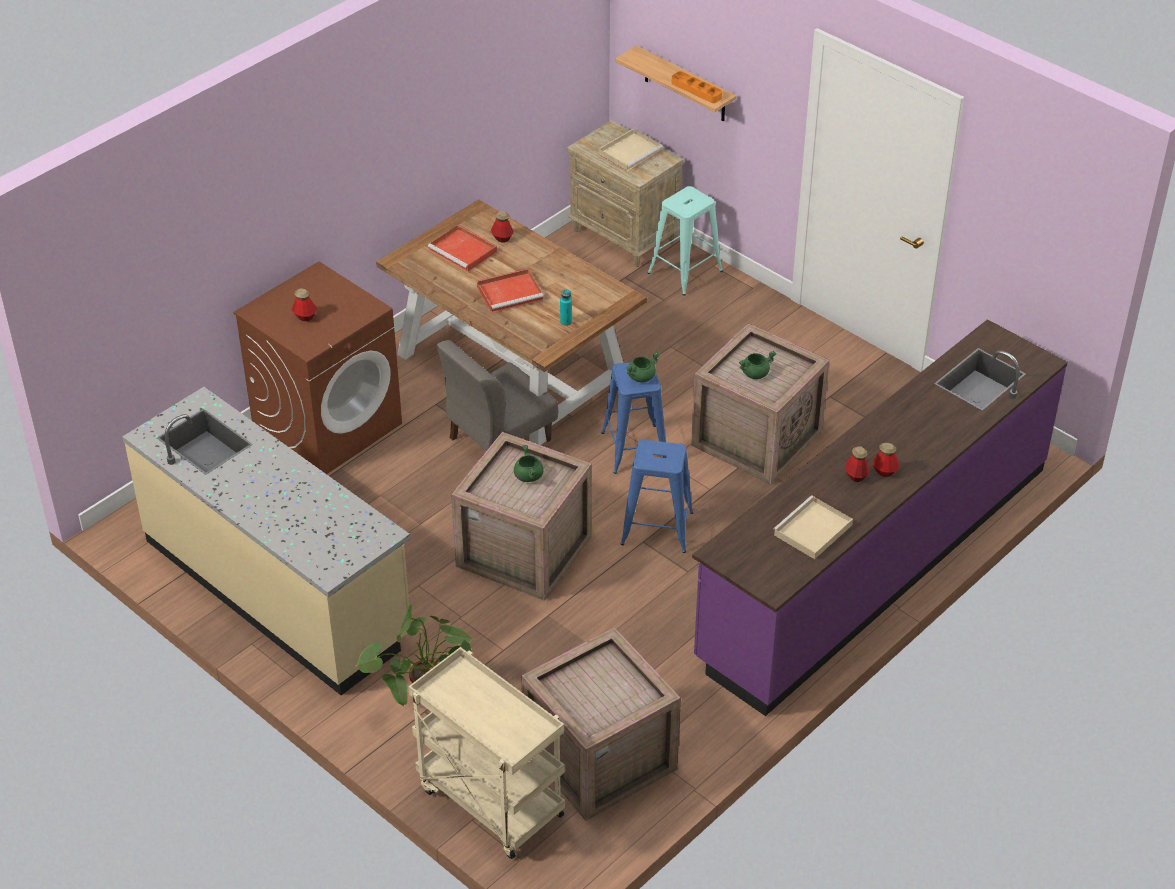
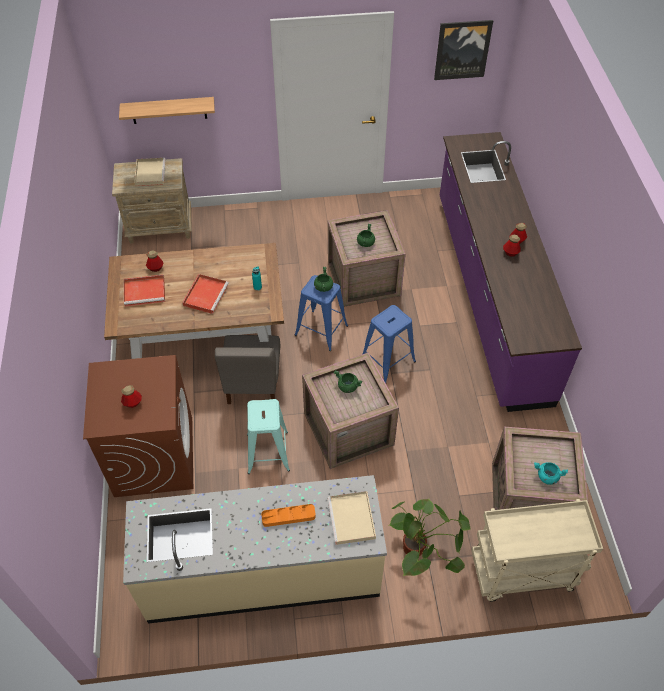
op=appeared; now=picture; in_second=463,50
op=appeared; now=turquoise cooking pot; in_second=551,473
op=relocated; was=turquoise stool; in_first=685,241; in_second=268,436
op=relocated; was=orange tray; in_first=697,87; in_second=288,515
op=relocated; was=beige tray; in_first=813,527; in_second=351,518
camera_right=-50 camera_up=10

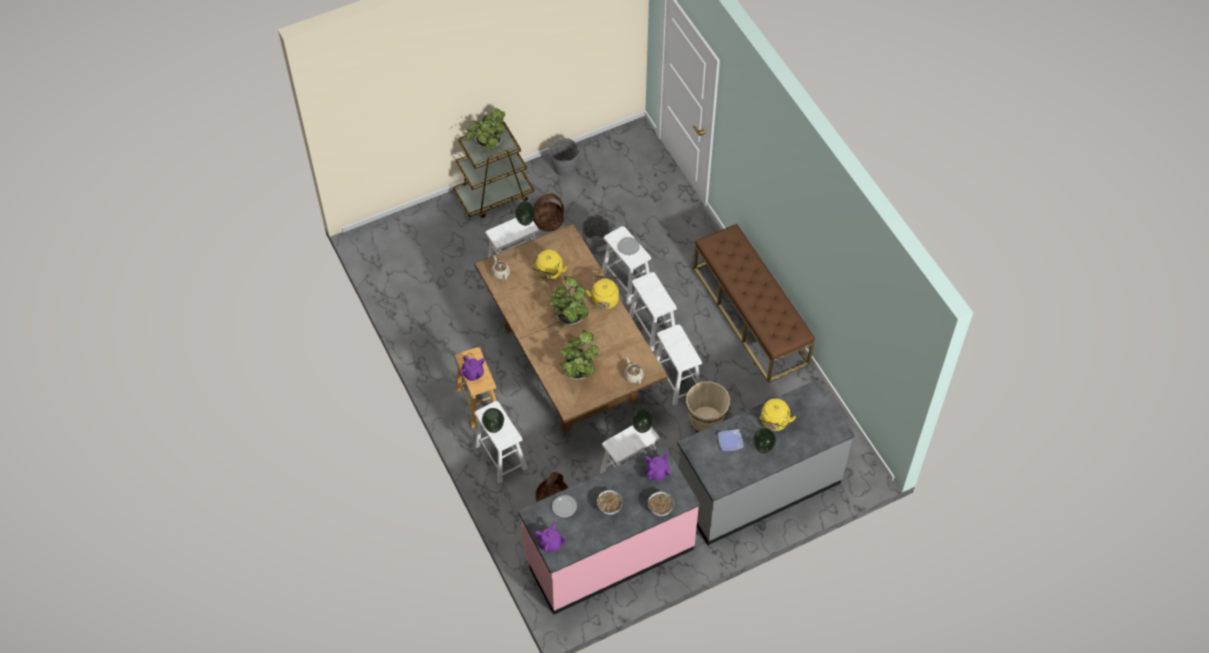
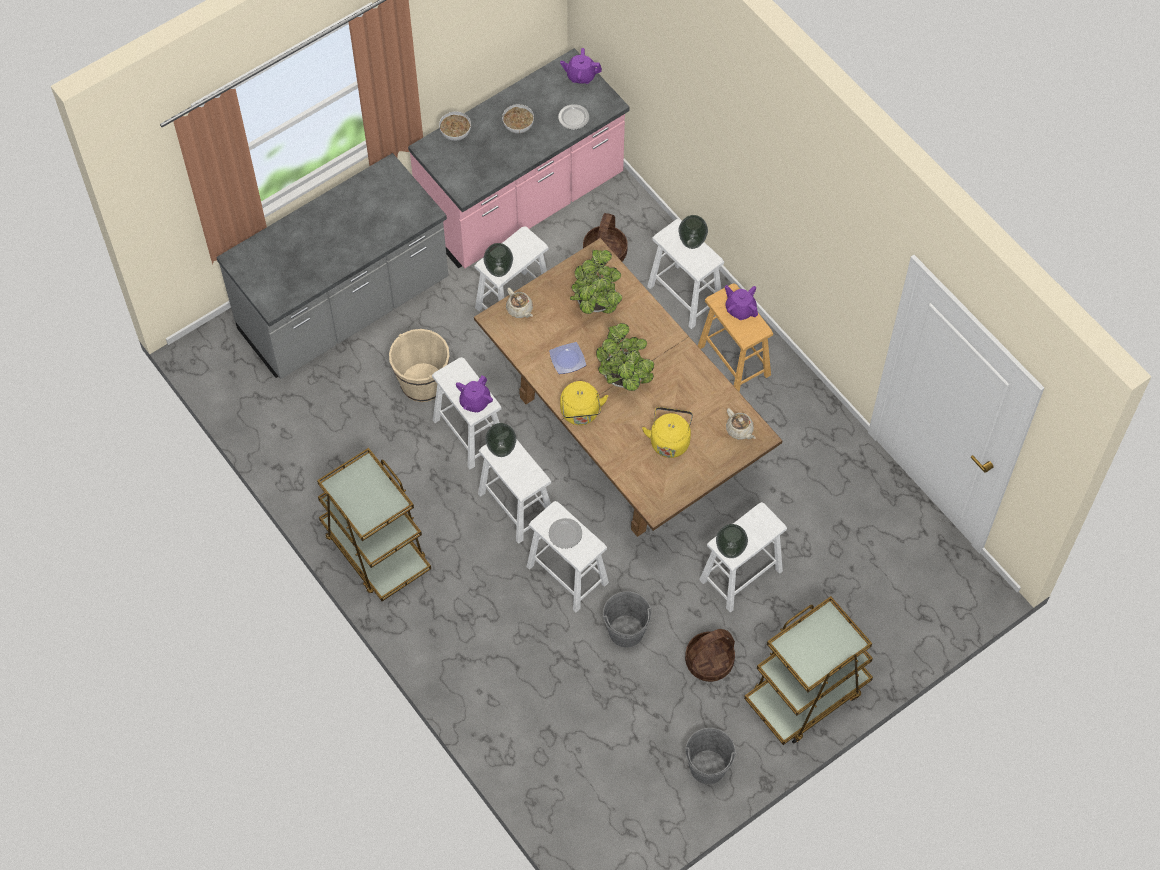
op=missing; was=potted plant; in_first=485,128
op=missing; was=yellow kettle; in_first=777,415
op=relocated; was=purple teapot; in_first=658,466; in_second=474,393
op=relocated; was=plate; in_first=731,440; in_second=567,358
op=relocated; was=vase; in_first=764,441; in_second=501,440
op=exchanged; was=brown bench; now=brown cart; in_first=754,303; in_second=374,524
camera_right=170 camera_up=5

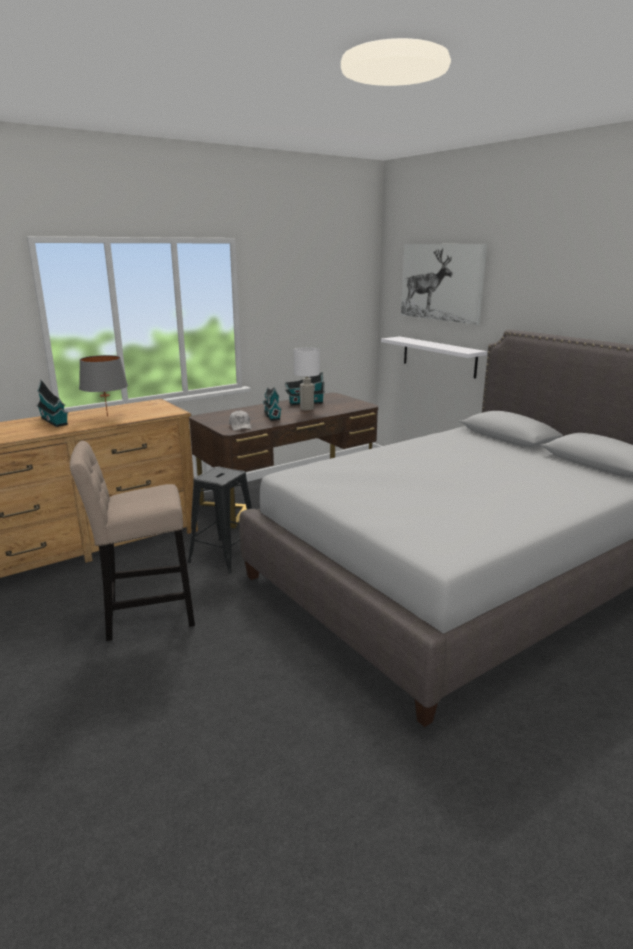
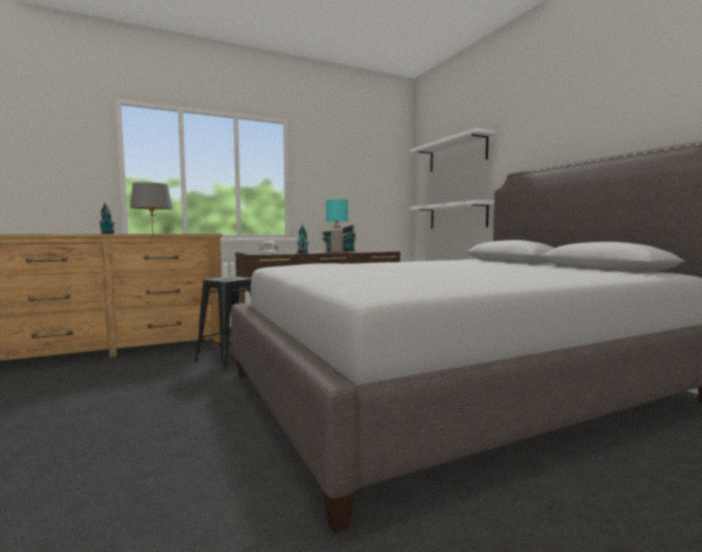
op=missing; was=beige stool; in_first=132,541
op=exchanged; was=picture; now=white shelf; in_first=444,284; in_second=453,150
op=colour; was=white table lamp; now=turquoise table lamp; in_first=307,378; in_second=337,225
camera_right=10 camera_up=-15

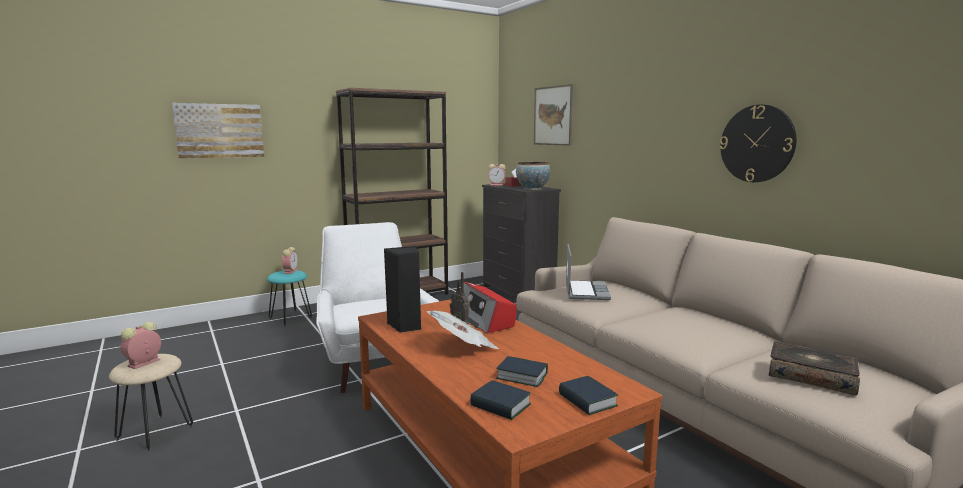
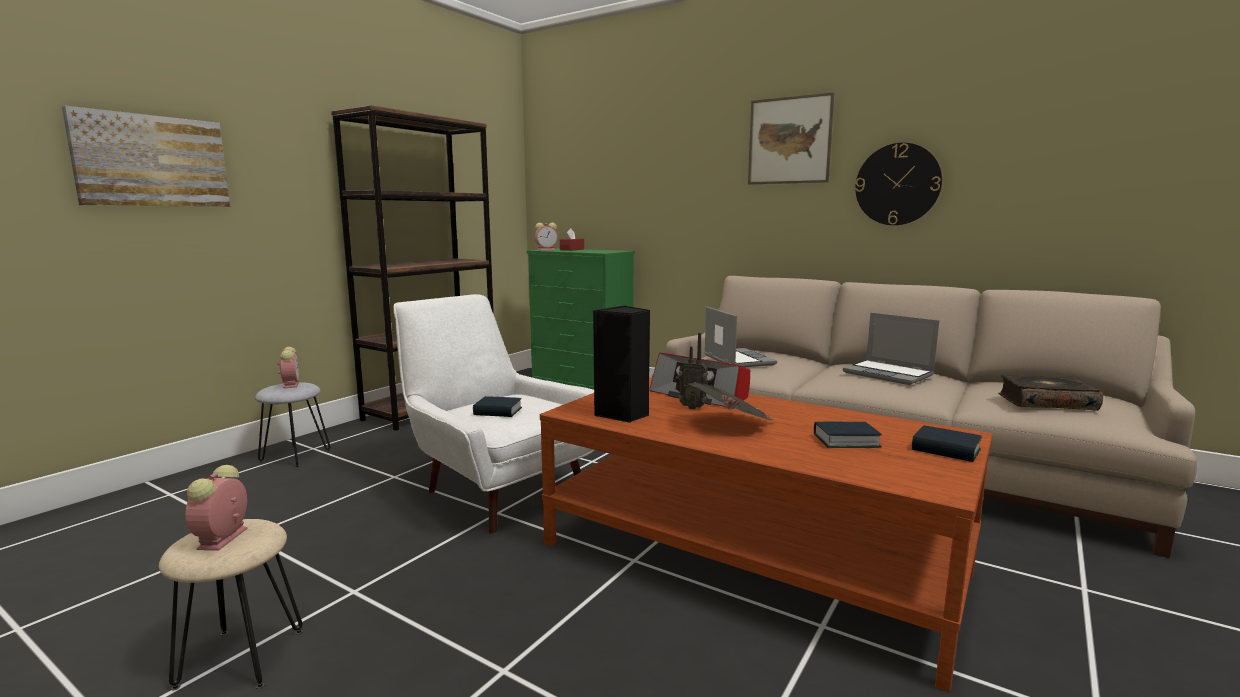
op=missing; was=bowl; in_first=533,176
op=appeared; now=laptop; in_second=891,349
op=relocated; was=book; in_first=500,400; in_second=497,406
op=relocated; was=picture; in_first=553,115; in_second=791,138
op=colour; was=turquoise stool; now=grey stool; in_first=289,298; in_second=293,425
op=colour; was=black dresser; now=green dresser; in_first=521,240; in_second=581,318
camera_right=-25 camera_up=0

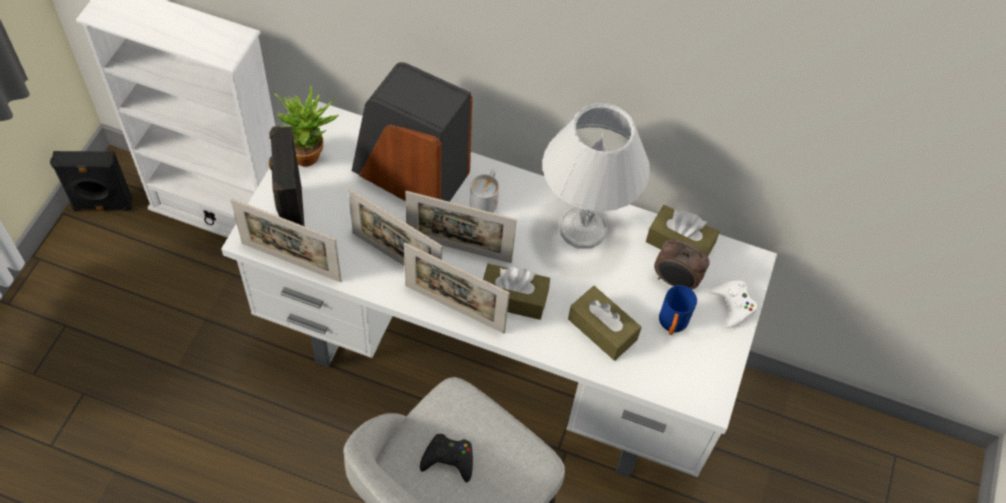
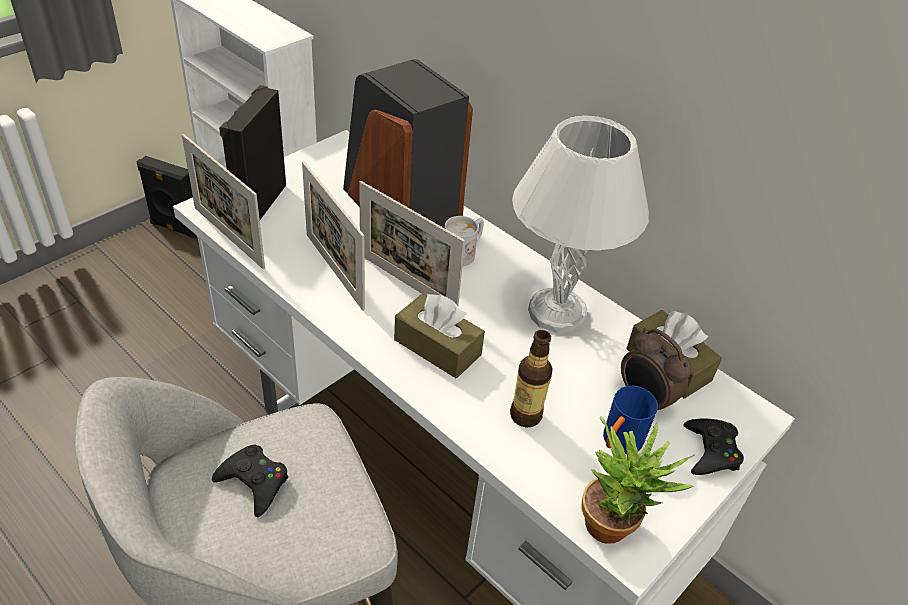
op=missing; was=picture frame; in_first=457,288
op=relocated; was=potted plant; in_first=306,126; in_second=638,480
op=exchanged; was=brown tissue box; now=bottle; in_first=605,323; in_second=531,379
op=colour; was=white game controller; now=black game controller; in_first=733,304; in_second=713,446
camera_right=25 camera_up=-15

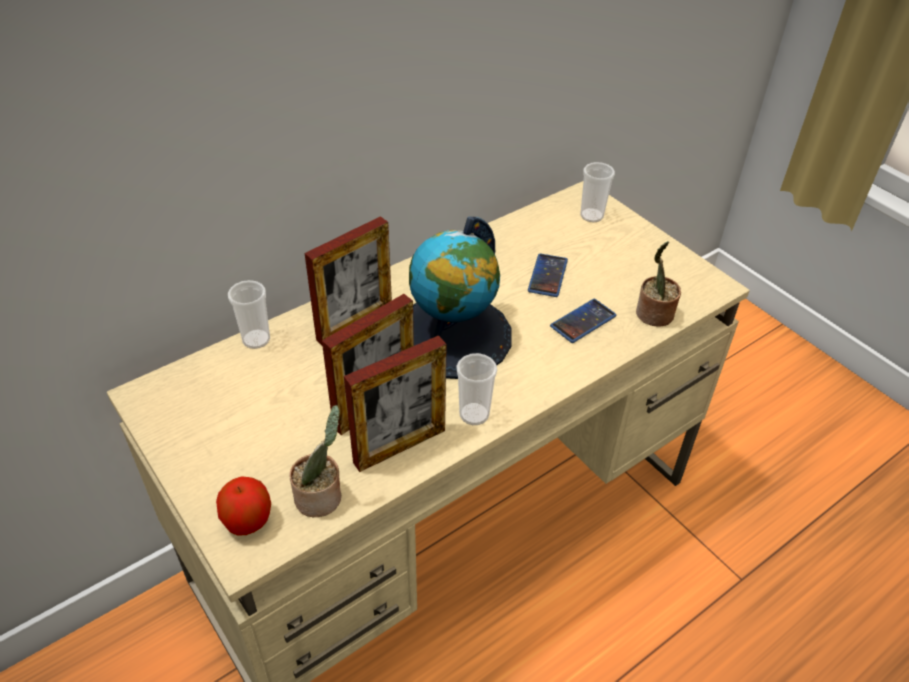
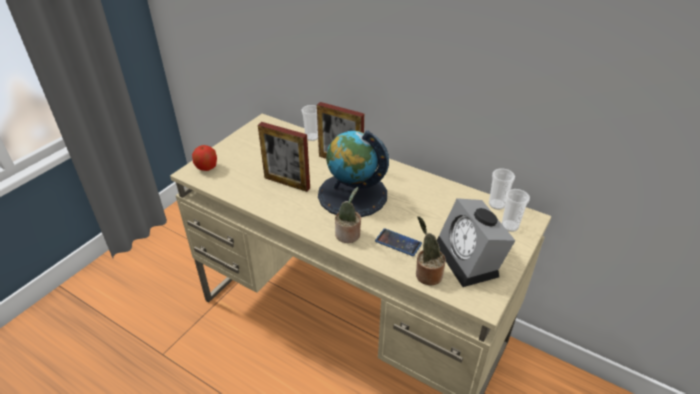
op=missing; was=picture frame; in_first=395,403
op=missing; was=phone; in_first=548,275
op=appeared; now=alarm clock; in_second=476,242
op=relocated; was=potted plant; in_first=315,461; in_second=348,215
op=relocated; was=cup; in_first=476,389; in_second=502,189
camera_right=70 camera_up=-5

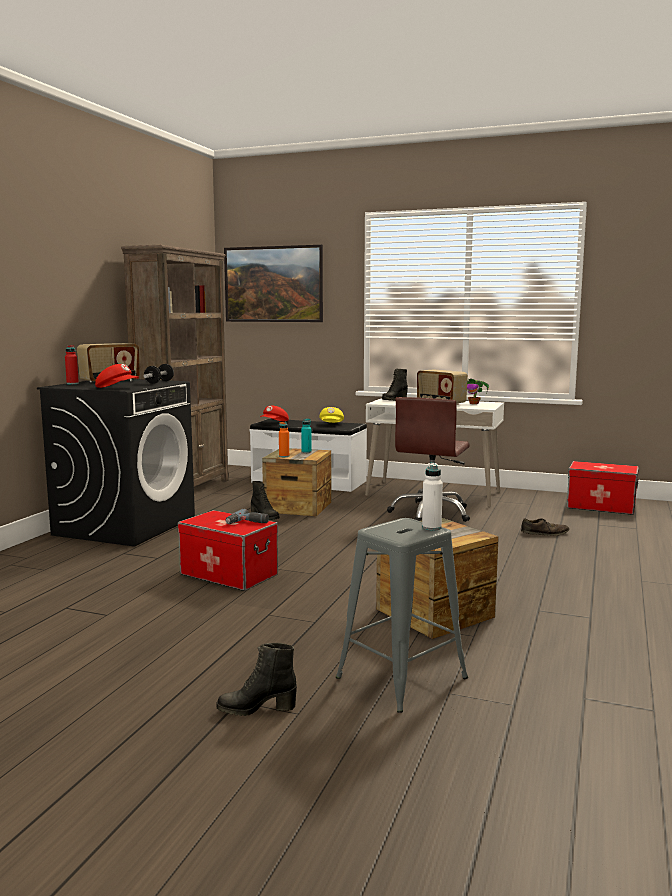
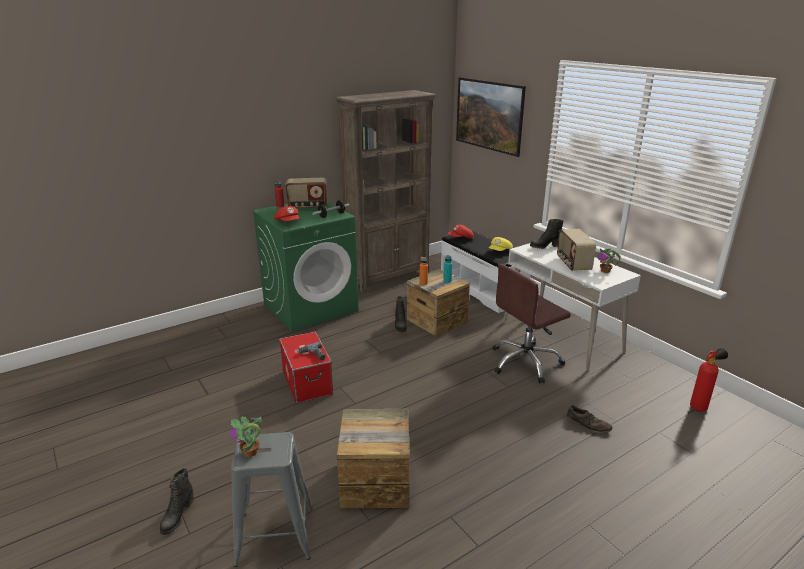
op=missing; was=white bottle; in_first=432,497
op=appeared; now=potted plant; in_second=246,436
op=exchanged; was=storage box; now=fire extinguisher; in_first=603,488; in_second=709,380
op=colour; was=black washing machine; now=green washing machine; in_first=116,463; in_second=305,267
op=spun; was=black boot; in_first=256,679; in_second=177,501; clockwise=-105
camera_right=35 camera_up=15

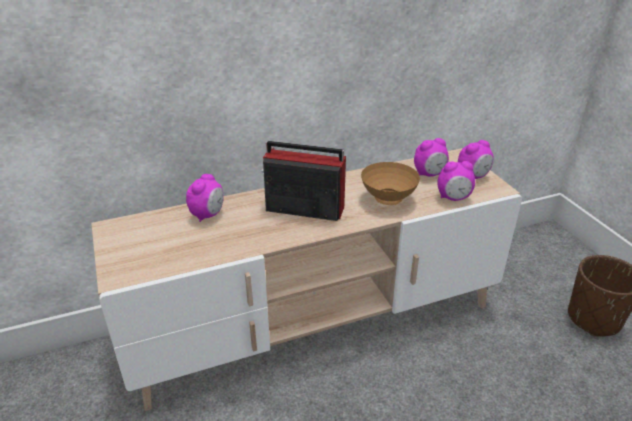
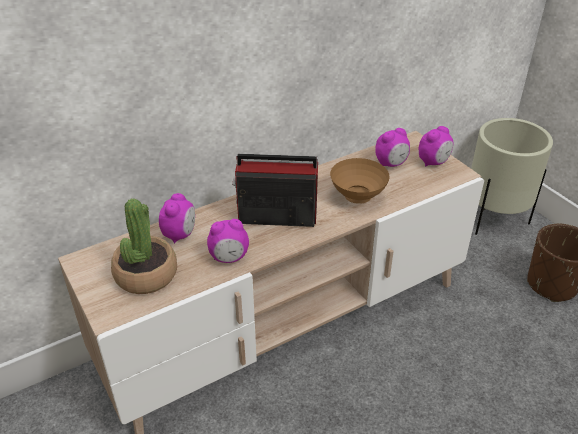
op=appeared; now=potted plant; in_second=144,246
op=appeared; now=beige planter; in_second=512,176
op=relocated; was=alarm clock; in_first=456,181; in_second=228,241
camera_right=-10 camera_up=5

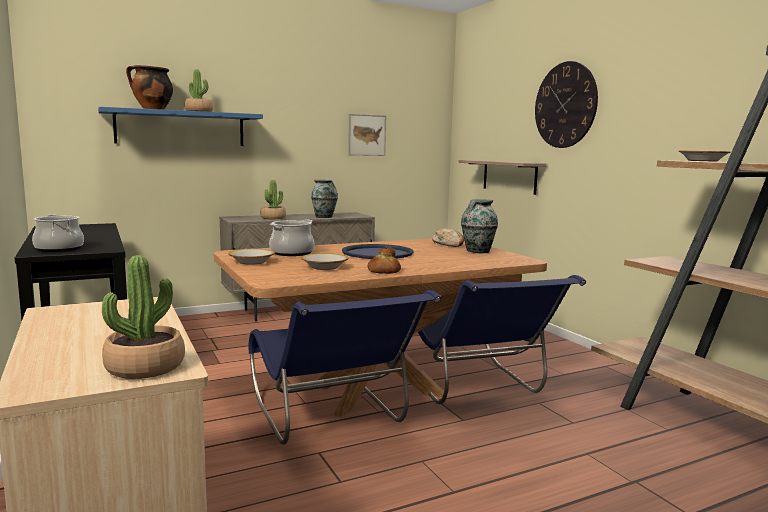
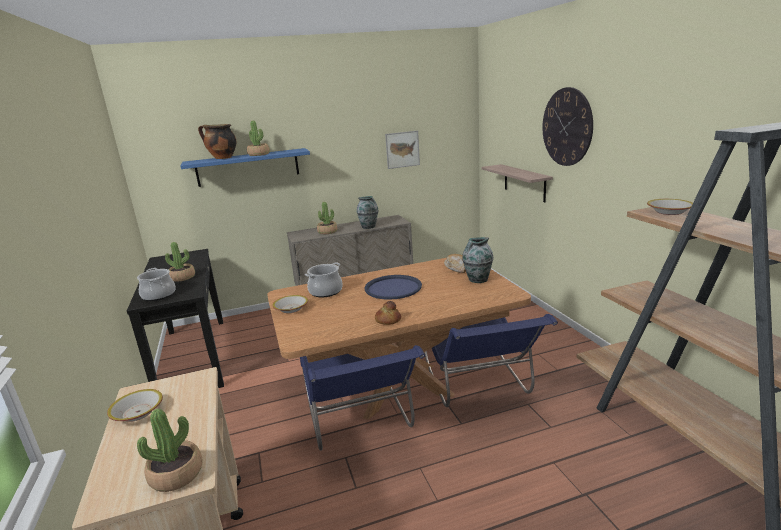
op=appeared; now=potted plant; in_second=180,261
op=relocated; was=bowl; in_first=324,261; in_second=135,405
camera_right=10 camera_up=10

